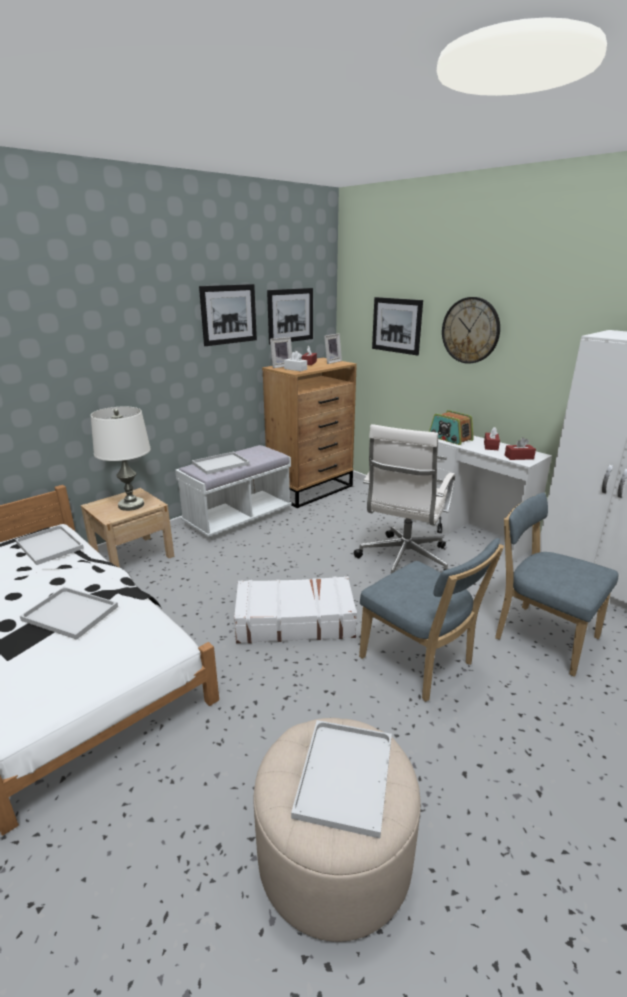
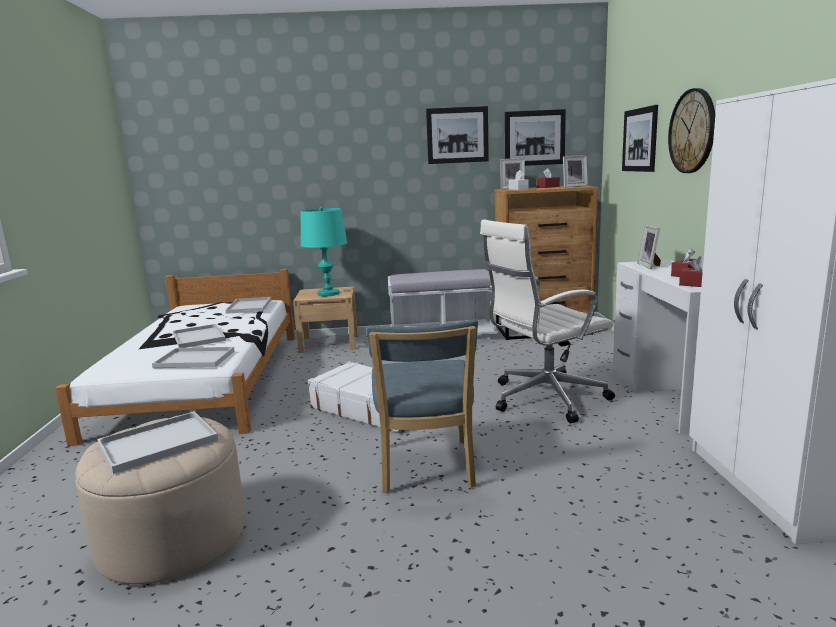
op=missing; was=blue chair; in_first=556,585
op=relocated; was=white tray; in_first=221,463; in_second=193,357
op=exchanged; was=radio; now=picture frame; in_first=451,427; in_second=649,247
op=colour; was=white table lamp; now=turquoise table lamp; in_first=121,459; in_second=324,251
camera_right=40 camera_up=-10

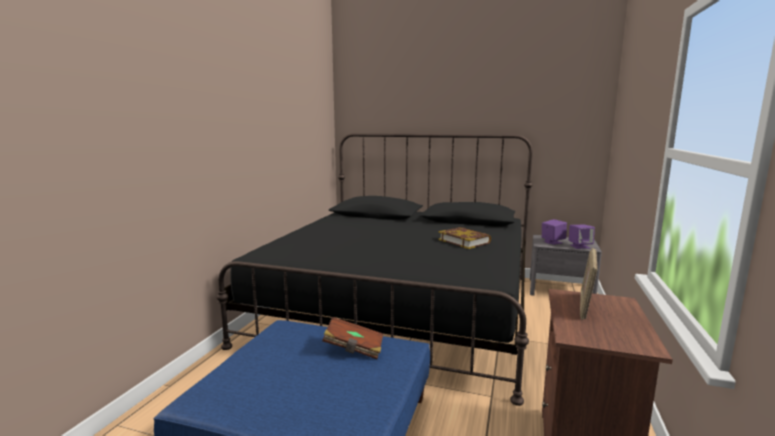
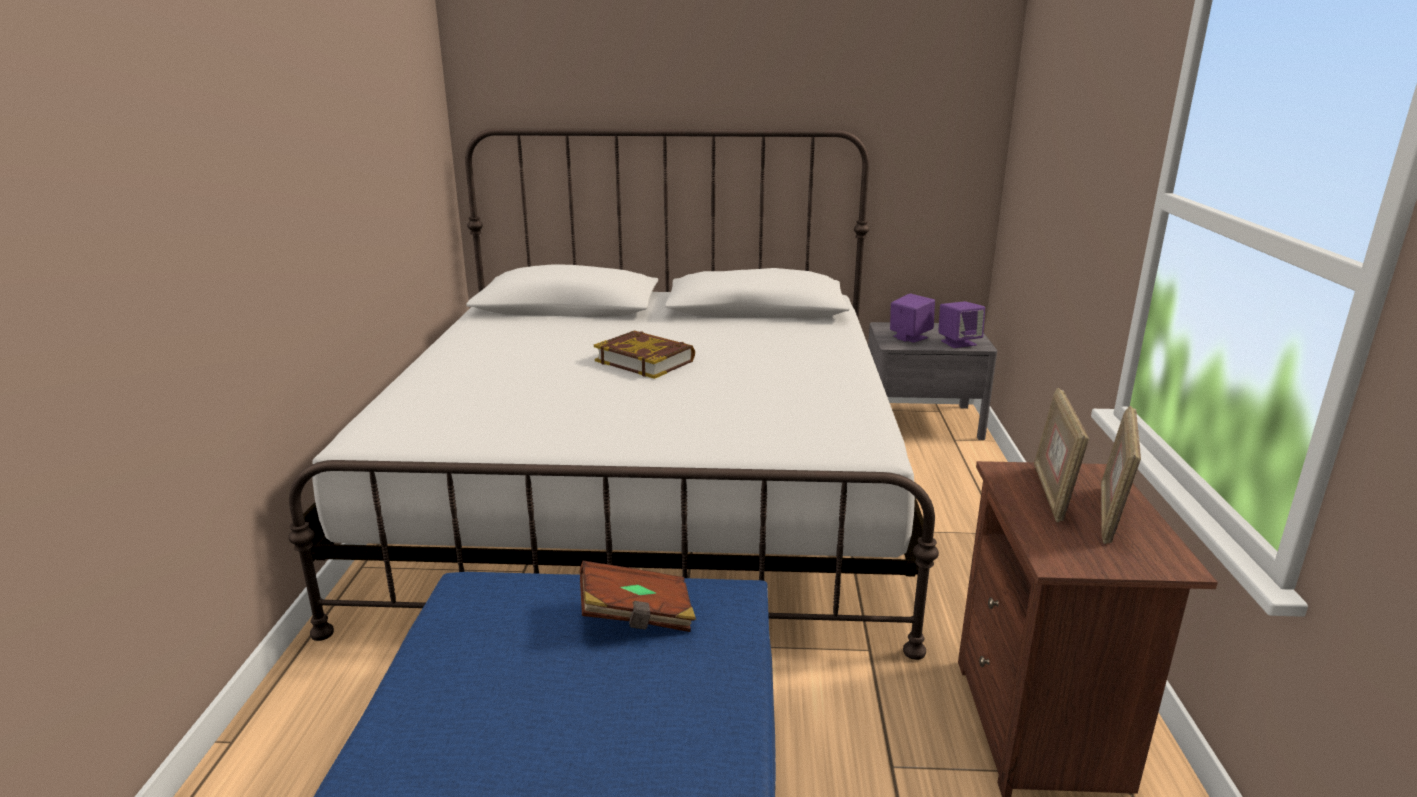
op=appeared; now=picture frame; in_second=1121,475
op=relocated; was=book; in_first=464,238; in_second=644,355
op=colour; was=black bed; now=white bed; in_first=374,269; in_second=613,394
camera_right=-15 camera_up=10

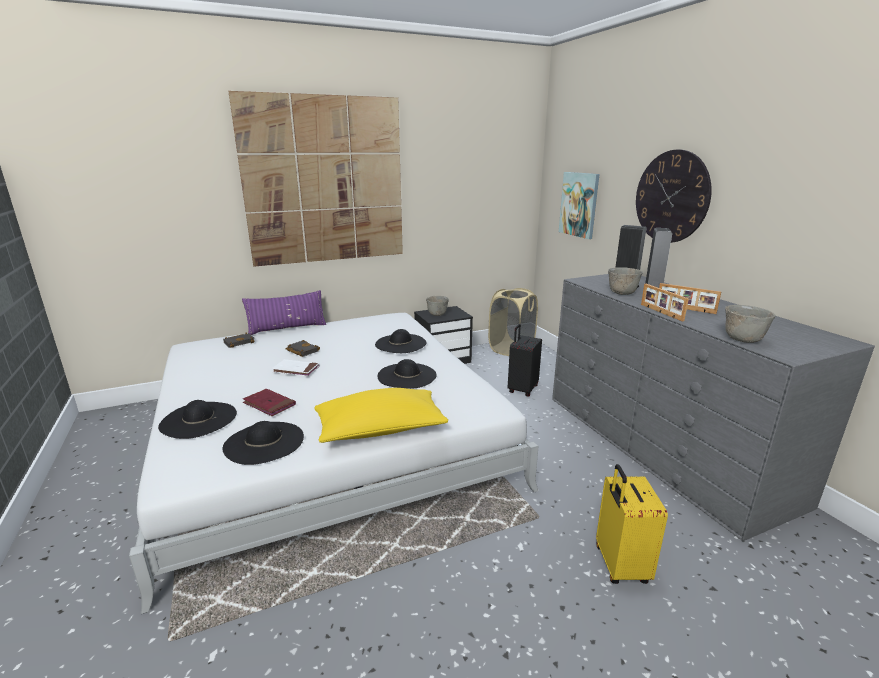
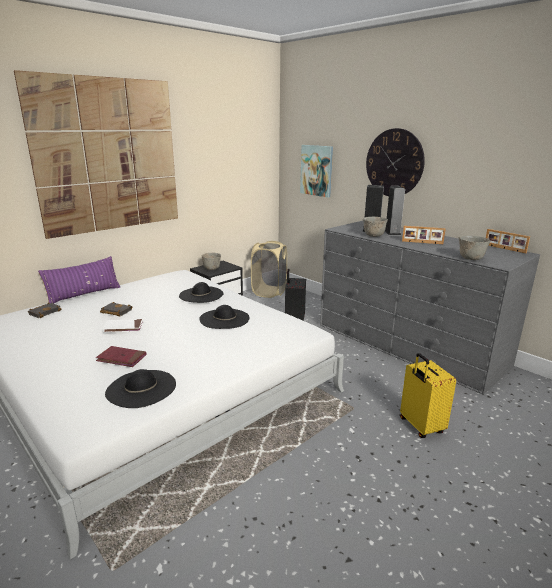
op=missing; was=black hat; in_first=197,419
op=missing; was=yellow pillow; in_first=381,415
op=relocated; was=picture frame; in_first=665,303; in_second=508,241
camera_right=-20 camera_up=0

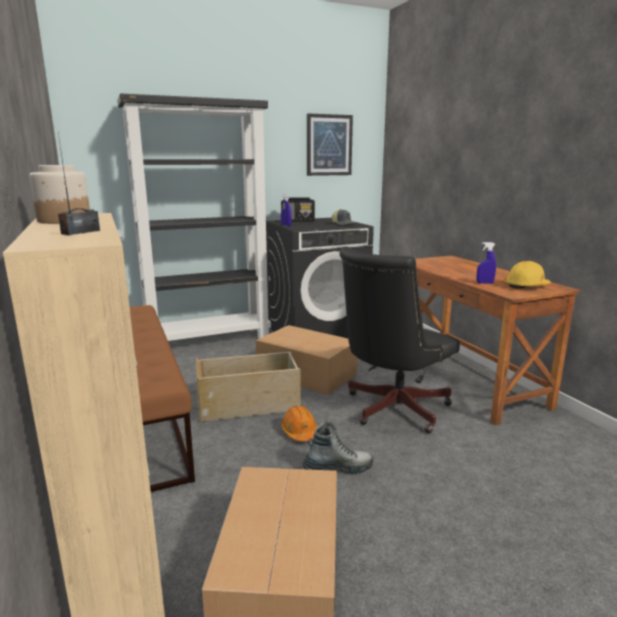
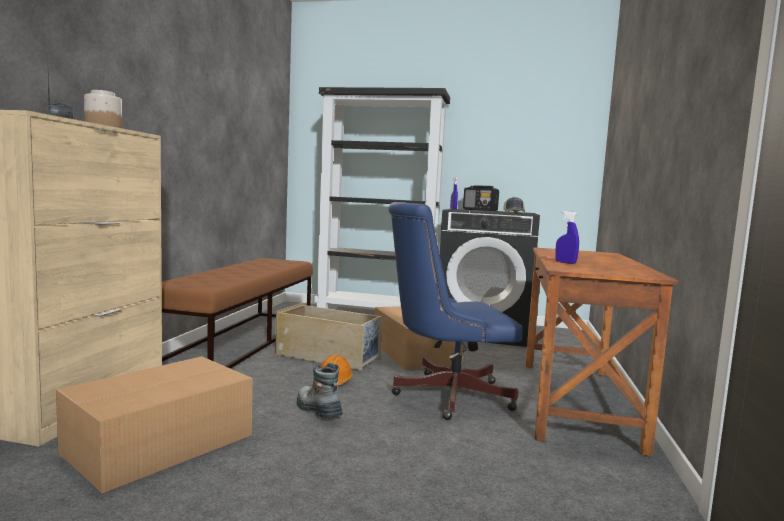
op=missing; was=picture; in_first=330,144
op=missing; was=yellow hard hat; in_first=528,275
op=colour; was=black office chair; now=blue office chair; in_first=400,340; in_second=455,311
op=spun; was=boot; in_first=338,447; in_second=320,390; clockwise=-150
camera_right=35 camera_up=-10

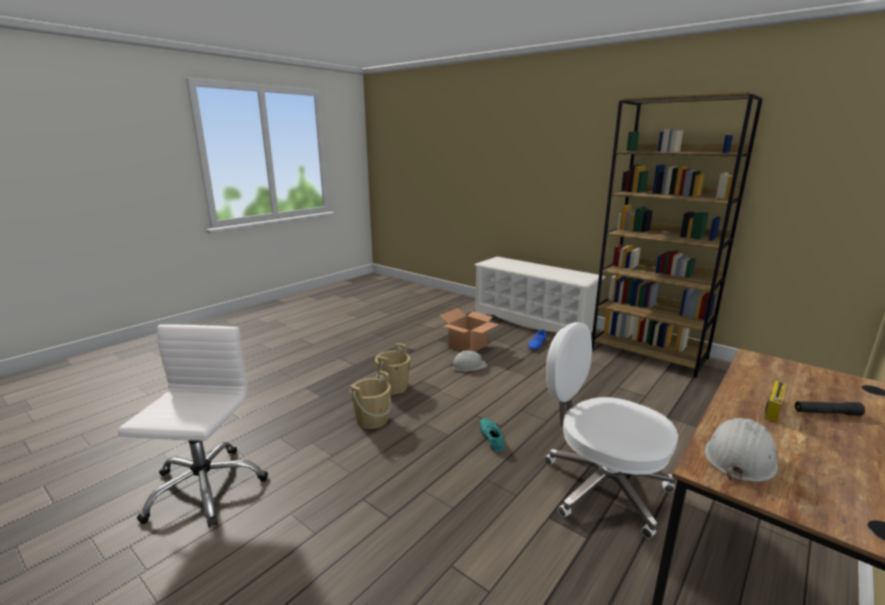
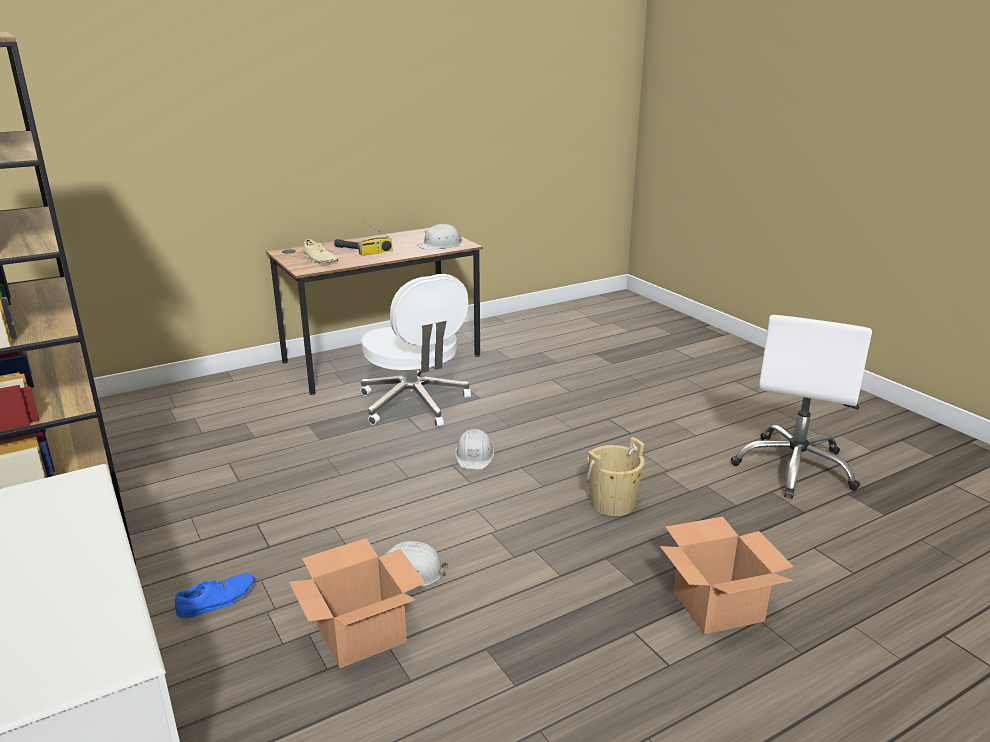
op=missing; was=beige bucket; in_first=392,369
op=appeared; now=beige shoe; in_second=320,251
op=appeared; now=cardboard box; in_second=727,575
op=exchanged; was=turquoise shoe; now=white hard hat; in_first=492,435; in_second=474,449
camera_right=-160 camera_up=5

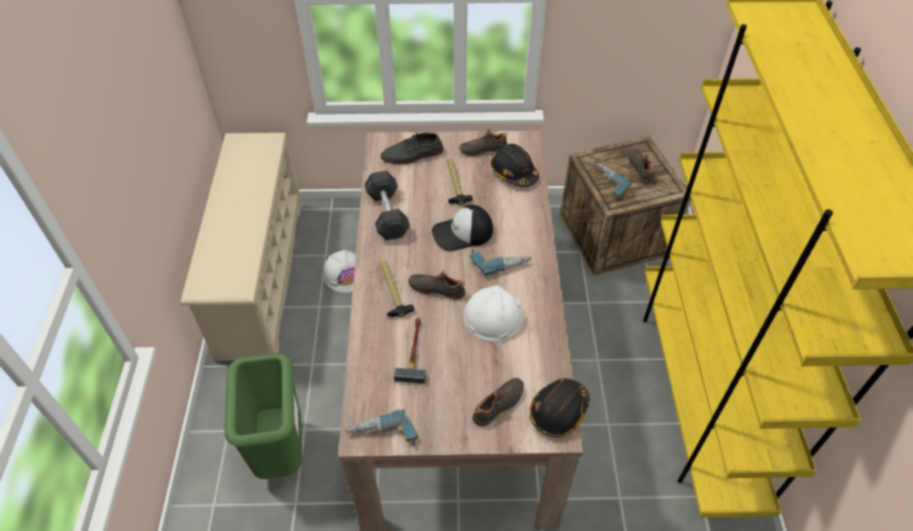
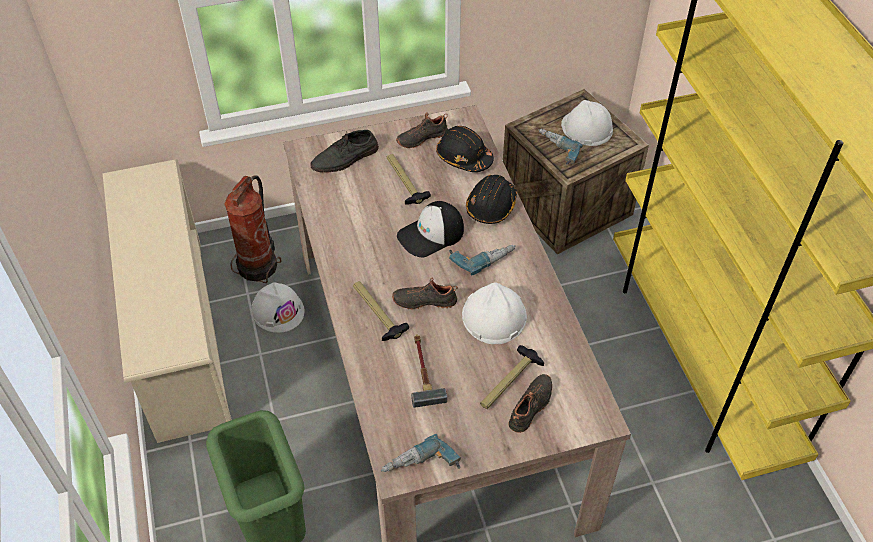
op=missing; was=grey dumbbell; in_first=387,205
op=appeared; now=fire extinguisher; in_second=253,229
op=appeared; now=hammer; in_second=512,377
op=relocated; was=black hard hat; in_first=559,407; in_second=491,199
op=exchanged; was=black shoe; now=white hard hat; in_first=640,166; in_second=587,123
camera_right=-15 camera_up=0

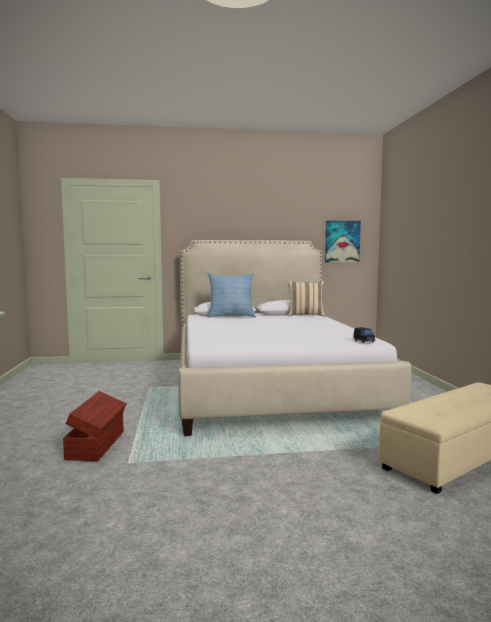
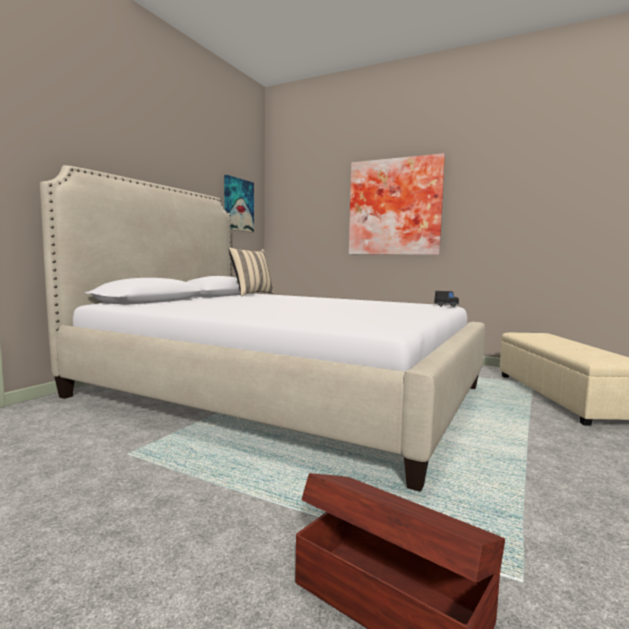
op=missing; was=pillow; in_first=232,295
op=appeared; now=picture; in_second=397,204
camera_right=-55 camera_up=0

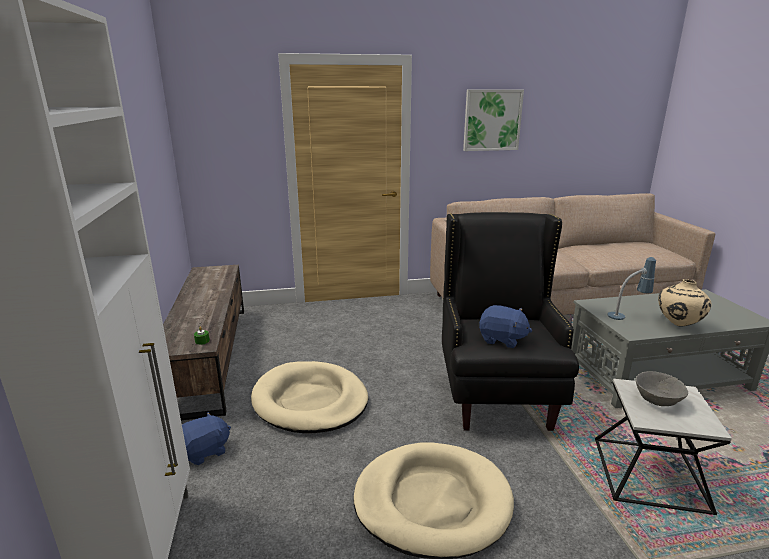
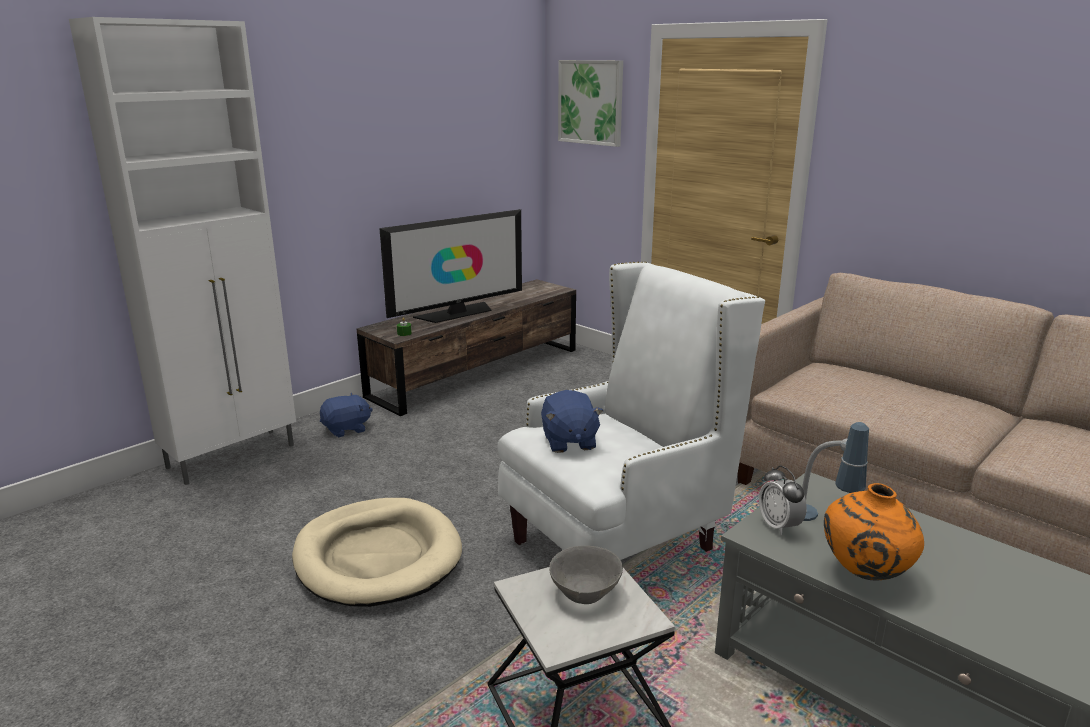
op=missing; was=beige dog bed; in_first=309,397
op=appeared; now=television; in_second=450,266
op=appeared; now=alarm clock; in_second=783,500
op=relocated; was=picture; in_first=493,120; in_second=590,103
op=colour; was=black armchair; now=white armchair; in_first=510,321; in_second=631,410
op=colour; was=beige vase; now=orange vase; in_first=685,303; in_second=874,532
op=spun; was=blue plush toy; in_first=206,438; in_second=346,415; clockwise=-45
camera_right=55 camera_up=0

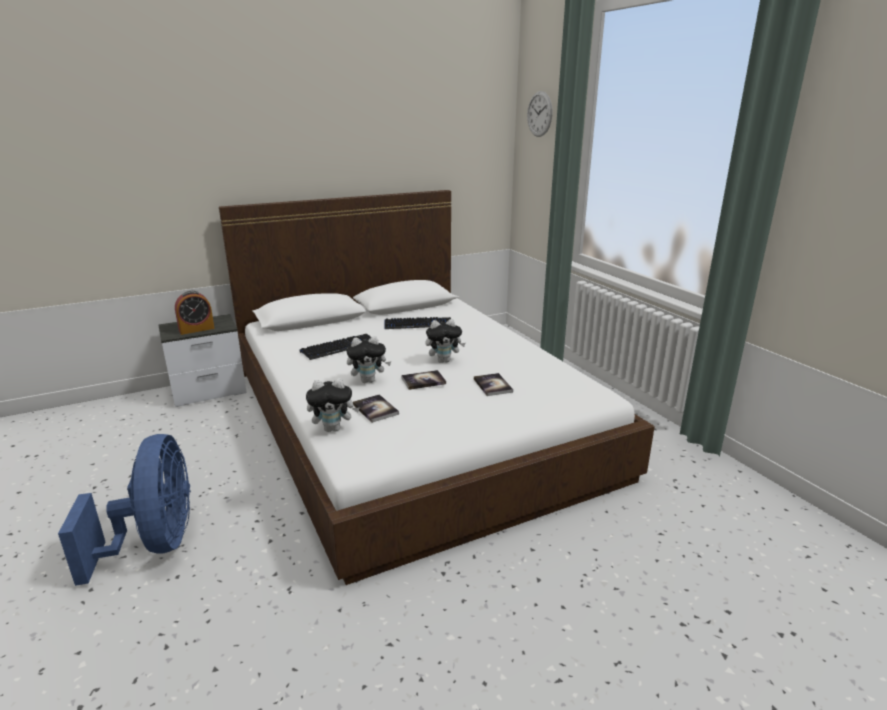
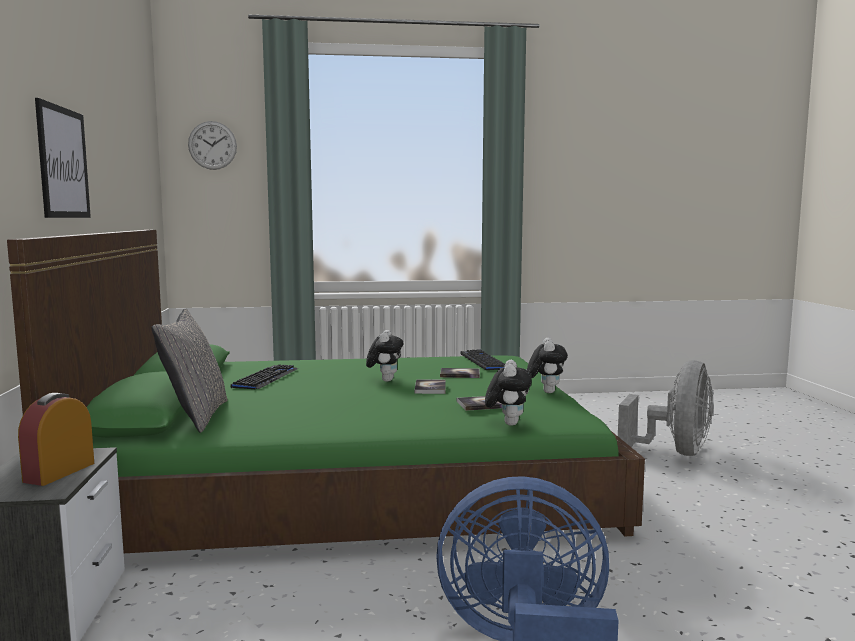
op=appeared; now=picture; in_second=63,158
op=appeared; now=grey pillow; in_second=189,370
op=appeared; now=grey fan; in_second=666,408
op=relocated; was=keyboard; in_first=335,347; in_second=482,359
op=relocated; was=plush toy; in_first=368,359; in_second=547,365
op=colour; was=white bed; now=green bed; in_first=437,387; in_second=326,391
op=spun; was=alarm clock; in_first=195,313; in_second=56,439; clockwise=-150
camera_right=-70 camera_up=-15

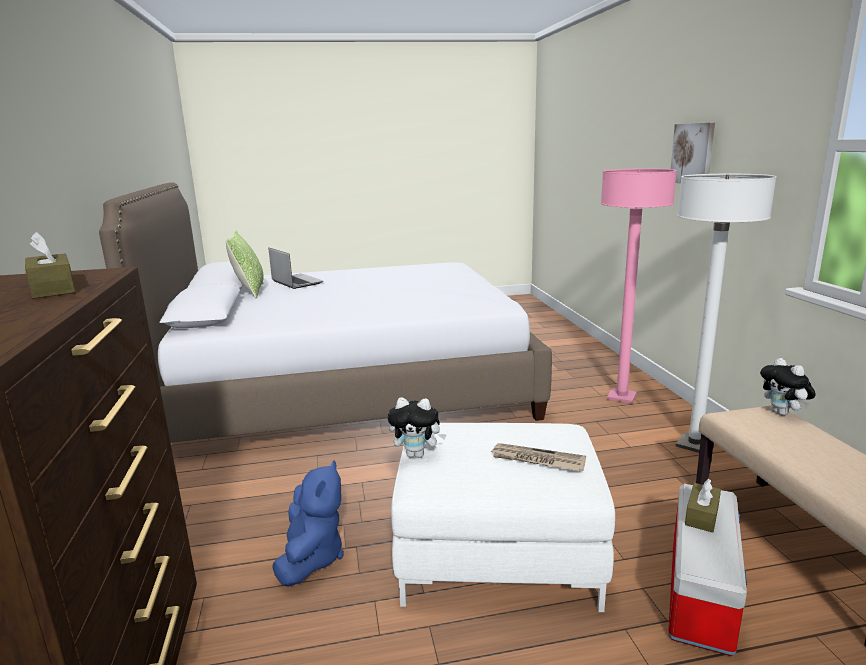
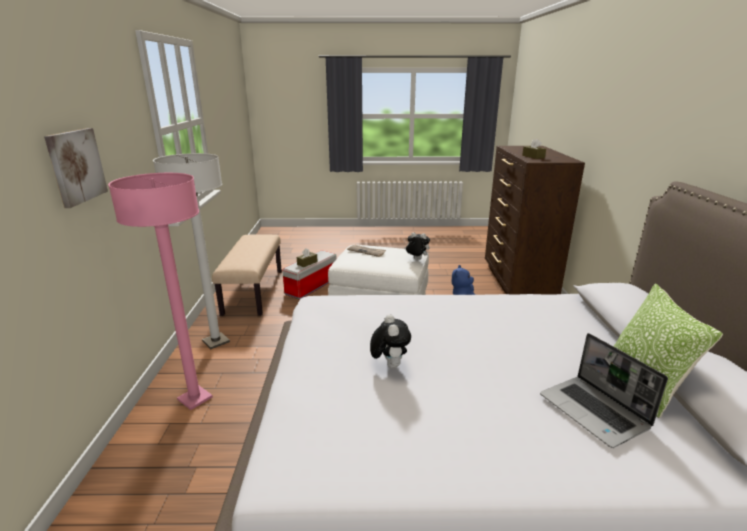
op=relocated; was=plush toy; in_first=788,387; in_second=390,341
camera_right=-170 camera_up=5

